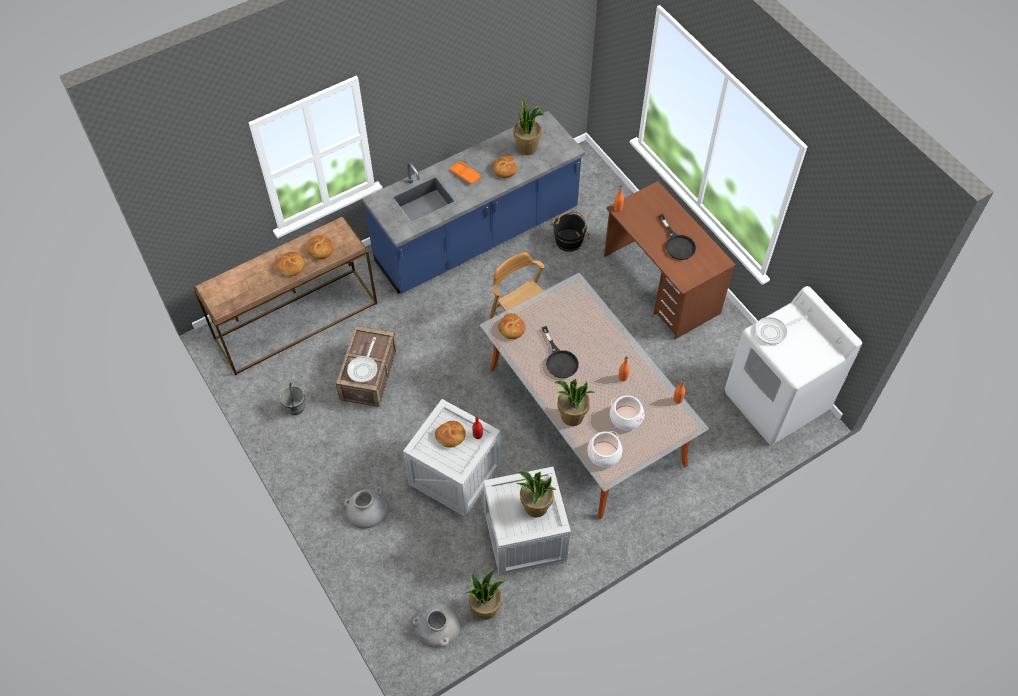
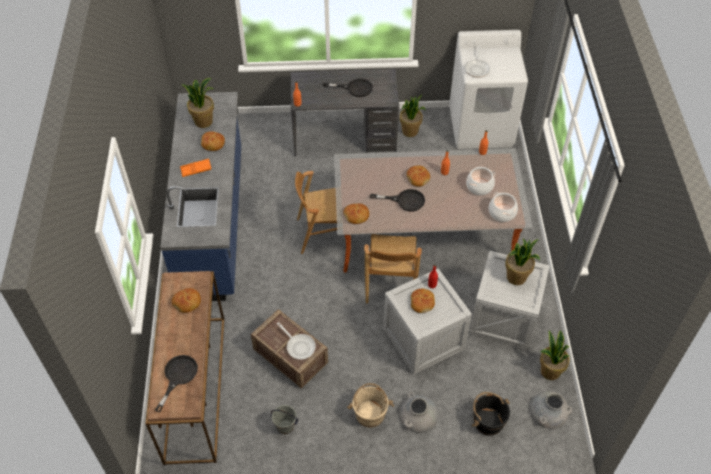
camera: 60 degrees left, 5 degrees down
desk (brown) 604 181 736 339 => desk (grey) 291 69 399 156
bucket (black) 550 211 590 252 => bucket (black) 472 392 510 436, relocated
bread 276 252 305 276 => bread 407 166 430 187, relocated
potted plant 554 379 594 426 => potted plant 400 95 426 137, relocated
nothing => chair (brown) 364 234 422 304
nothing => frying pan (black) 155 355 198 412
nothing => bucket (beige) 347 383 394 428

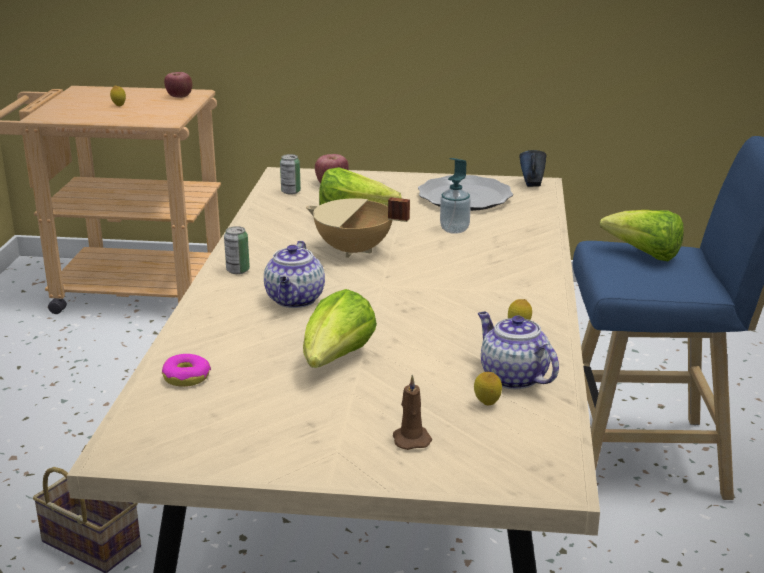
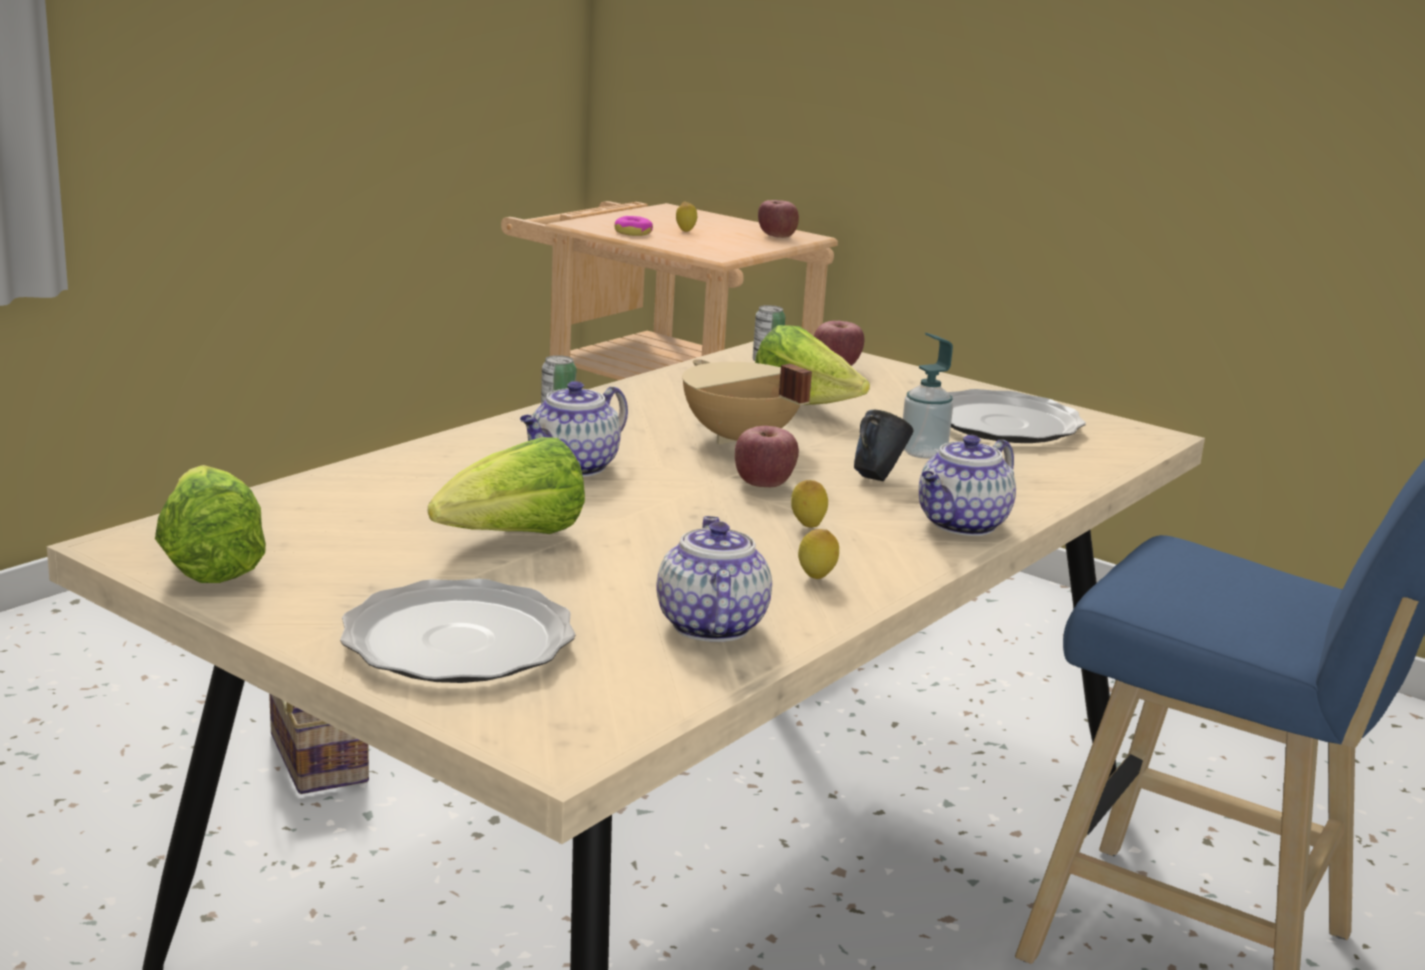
camera: 30 degrees right, 5 degrees down
mug (blue) 519 150 546 187 => mug (blue) 854 409 914 481, relocated
lettuce 600 210 684 261 => lettuce 155 465 266 583, relocated
donut 162 354 211 387 => donut 614 216 653 236, relocated
lemon 474 372 502 405 => lemon 791 480 828 528, relocated
candle (brown) 393 374 432 450 => plate 340 579 576 683
nothing => apple 735 426 799 487
nothing => teapot 919 435 1016 536

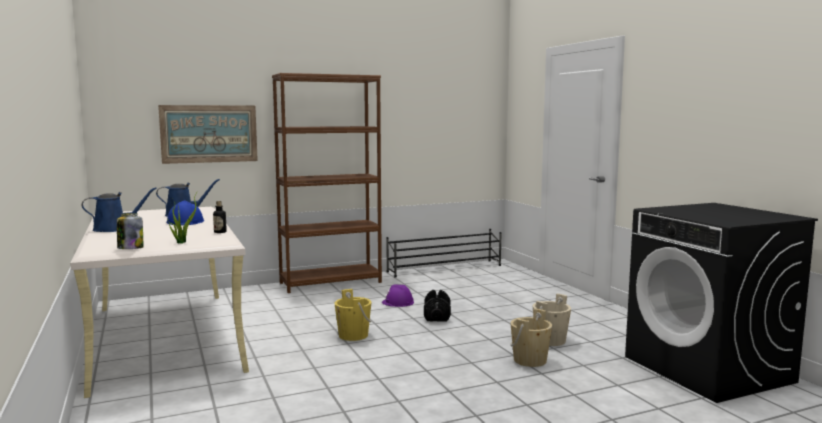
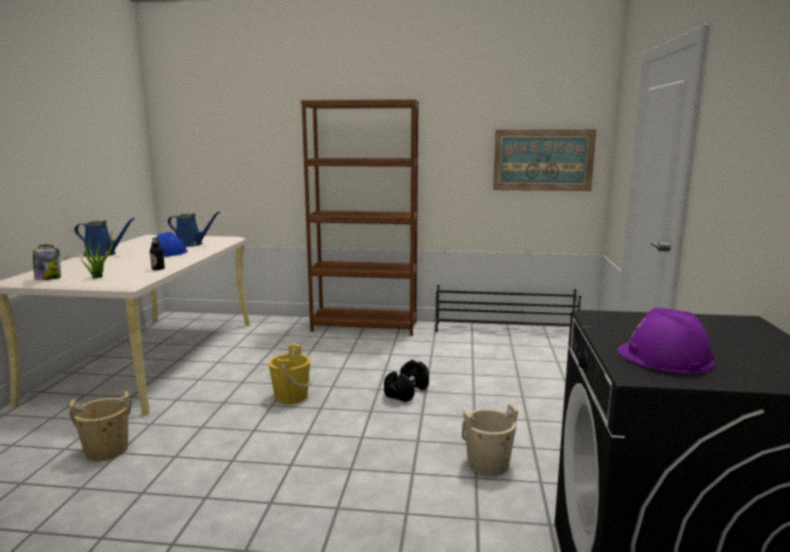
camera: 30 degrees right, 5 degrees up
picture 158 105 258 164 => picture 493 130 596 191, relocated
hard hat (purple) 382 285 414 307 => hard hat (purple) 617 307 715 374, relocated
bucket (beige) 510 308 552 367 => bucket (beige) 69 391 132 461, relocated

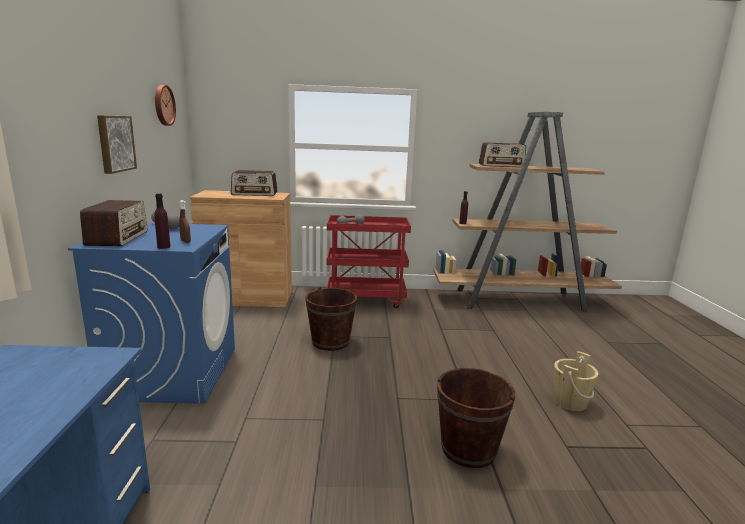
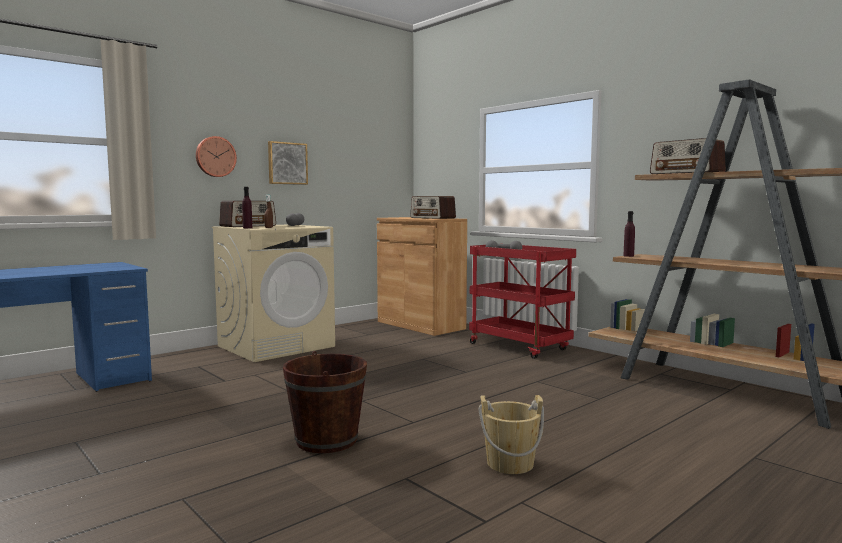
camera: 50 degrees right, 10 degrees down
wall clock 155 85 176 126 => wall clock 196 136 237 177, relocated
washing machine (blue) 68 223 235 404 => washing machine (beige) 212 225 335 362
bucket (brown) 305 287 357 351 => nothing

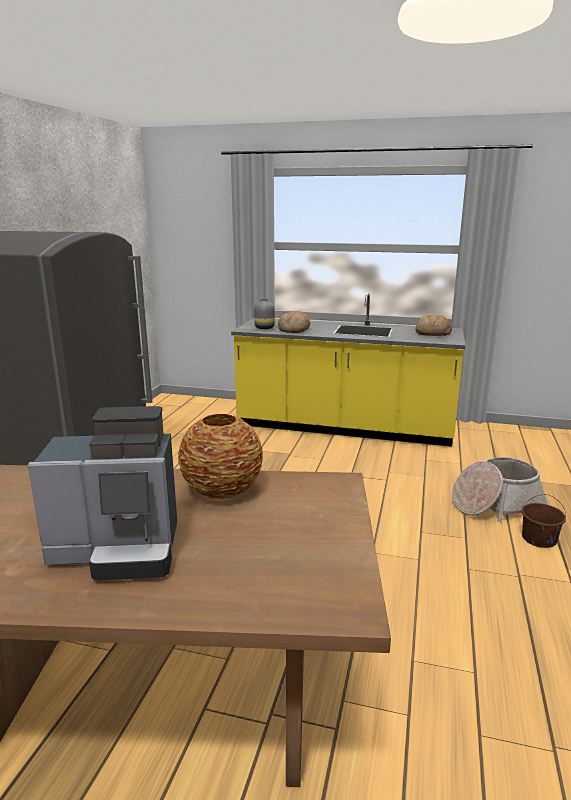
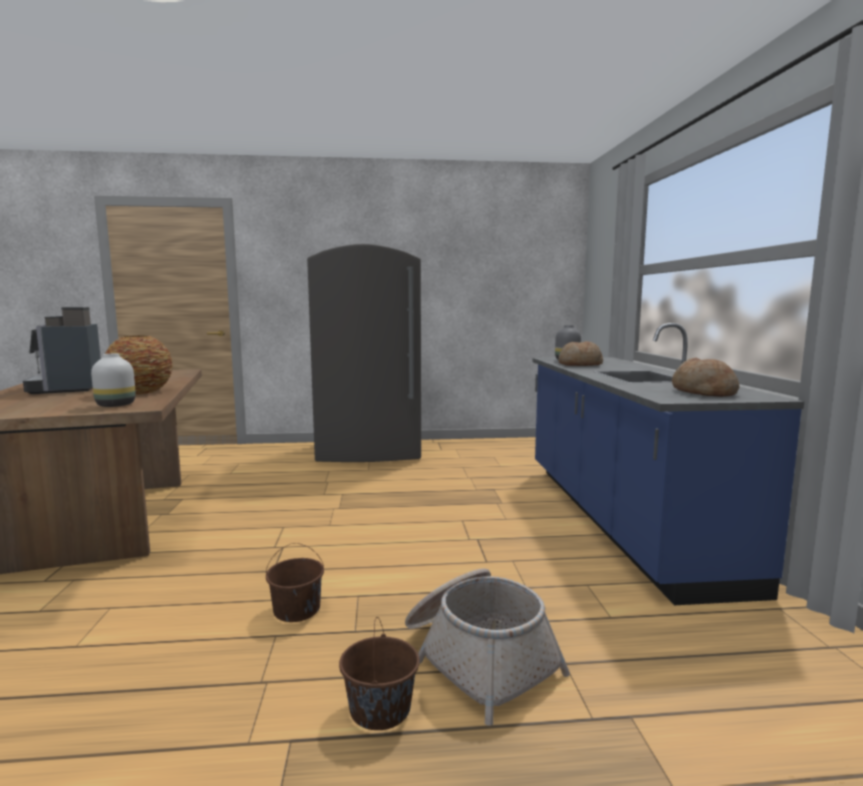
camera: 70 degrees right, 10 degrees down
counter (yellow) 231 292 465 447 => counter (blue) 532 323 804 605
nothing => vase (white) 91 354 136 407
nothing => bucket (brown) 266 543 324 622

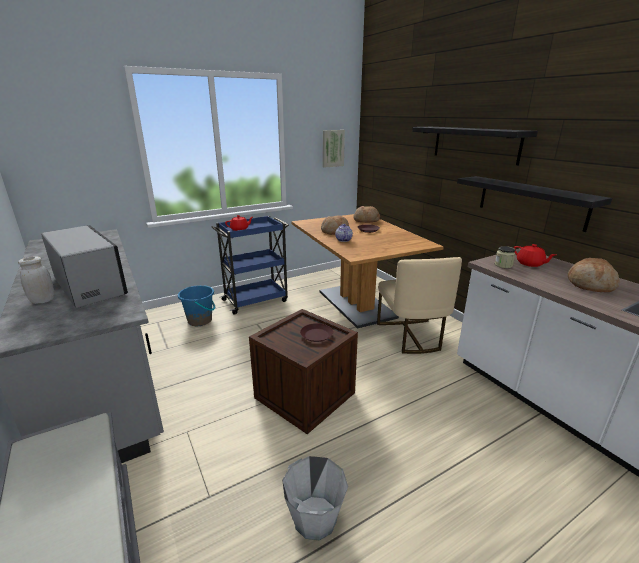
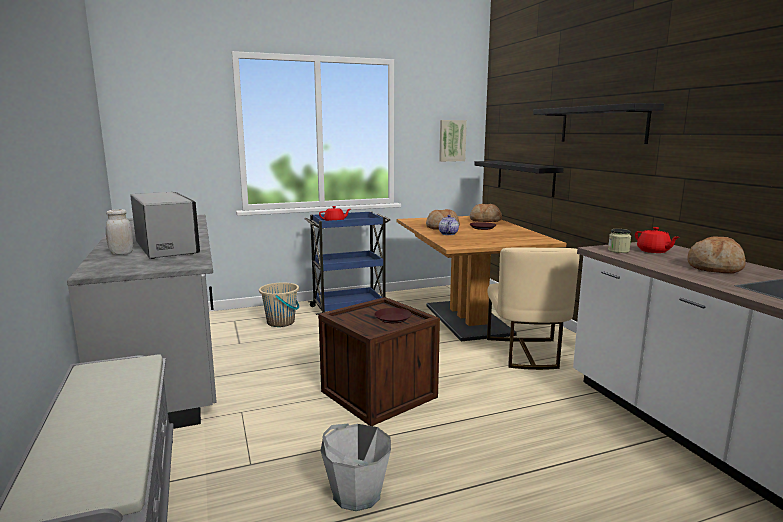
camera: 10 degrees right, 10 degrees down
shelf (black) 457 176 612 232 => shelf (black) 474 161 564 197, relocated
bucket (blue) 178 285 215 326 => bucket (beige) 259 282 299 327

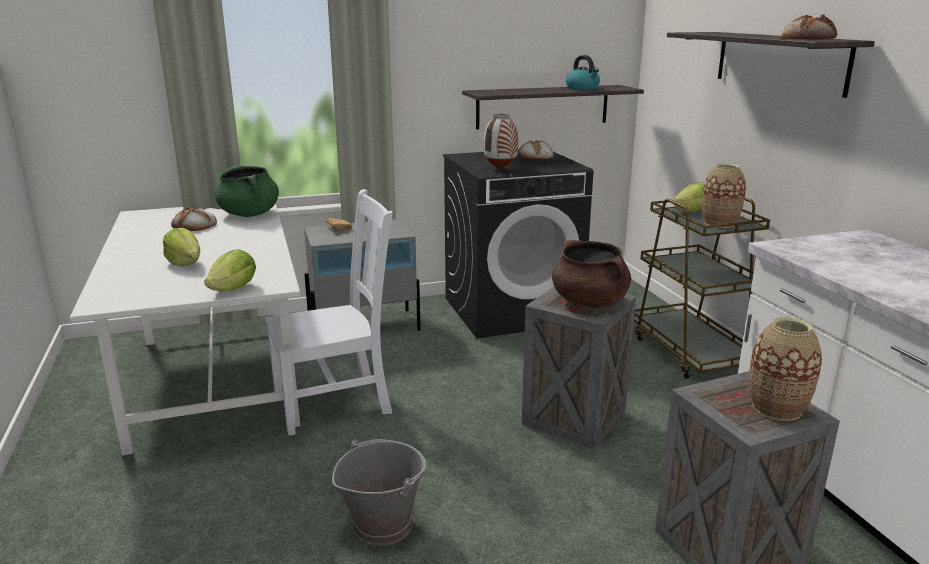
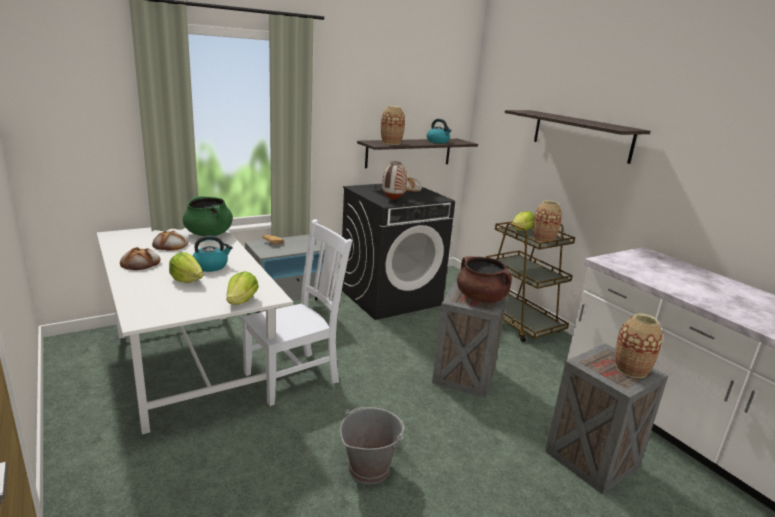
camera: 15 degrees left, 0 degrees up
bread 781 14 838 40 => bread 120 247 160 270, relocated
nothing => vase 381 106 405 145
nothing => kettle 193 235 233 272

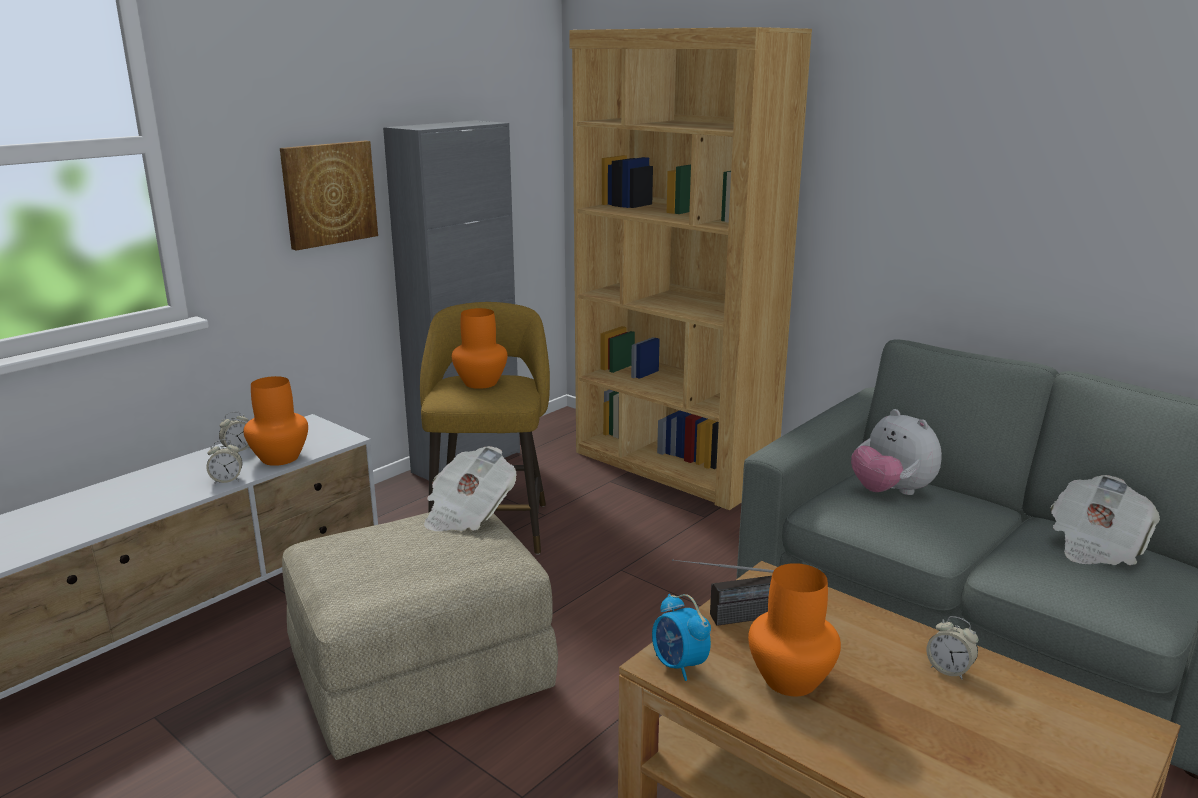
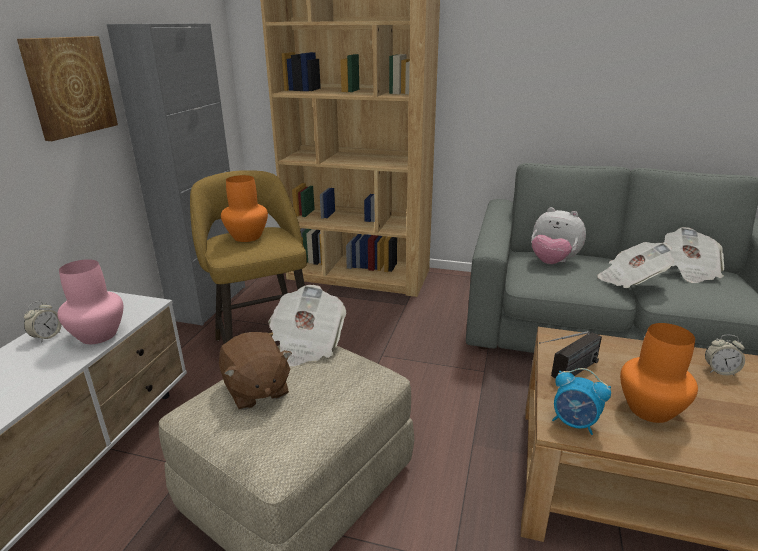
camera: 25 degrees left, 5 degrees up
vase (orange) 243 376 308 466 => vase (pink) 57 259 123 344
alarm clock 206 439 242 484 => nothing
nothing => newspaper 597 242 674 288
nothing => plush toy (brown) 219 332 292 410

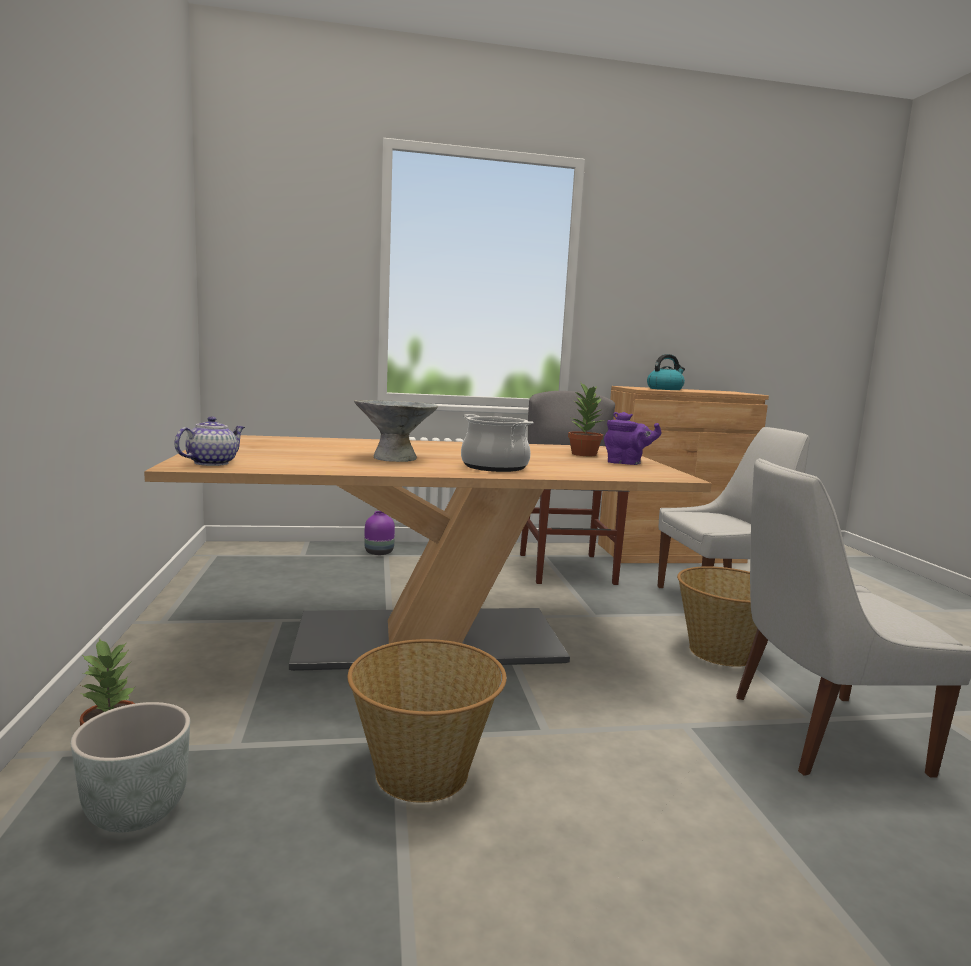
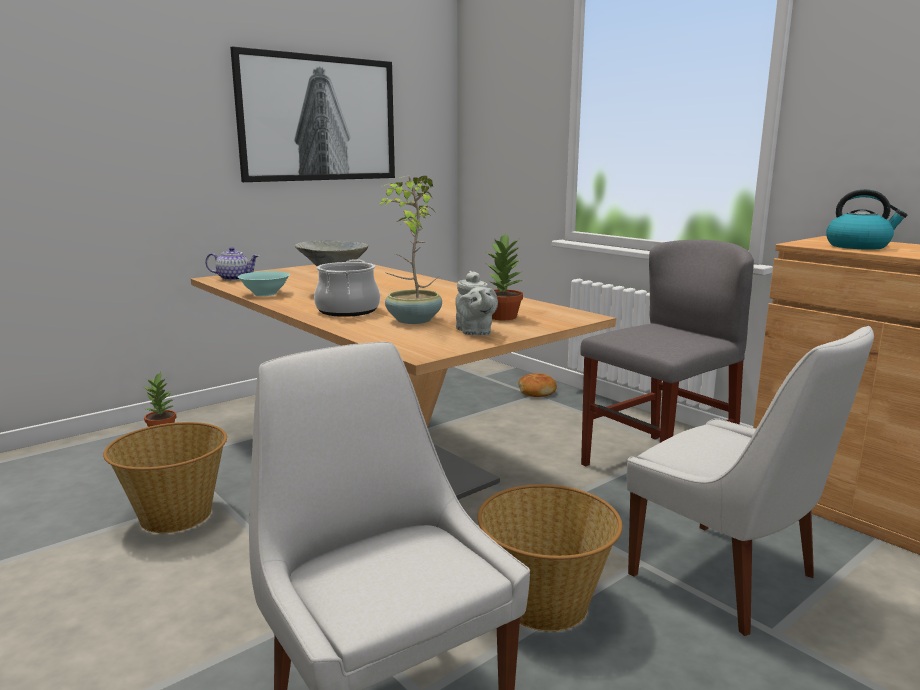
camera: 60 degrees right, 5 degrees up
teapot (purple) 604 412 661 465 => teapot (grey) 455 271 498 335
vase (purple) 364 511 395 555 => bread 518 373 557 397
planter (grey) 71 702 190 833 => nothing
nothing => picture 230 46 395 182
nothing => potted plant 380 176 442 324
nothing => bowl (turquoise) 238 271 290 296

